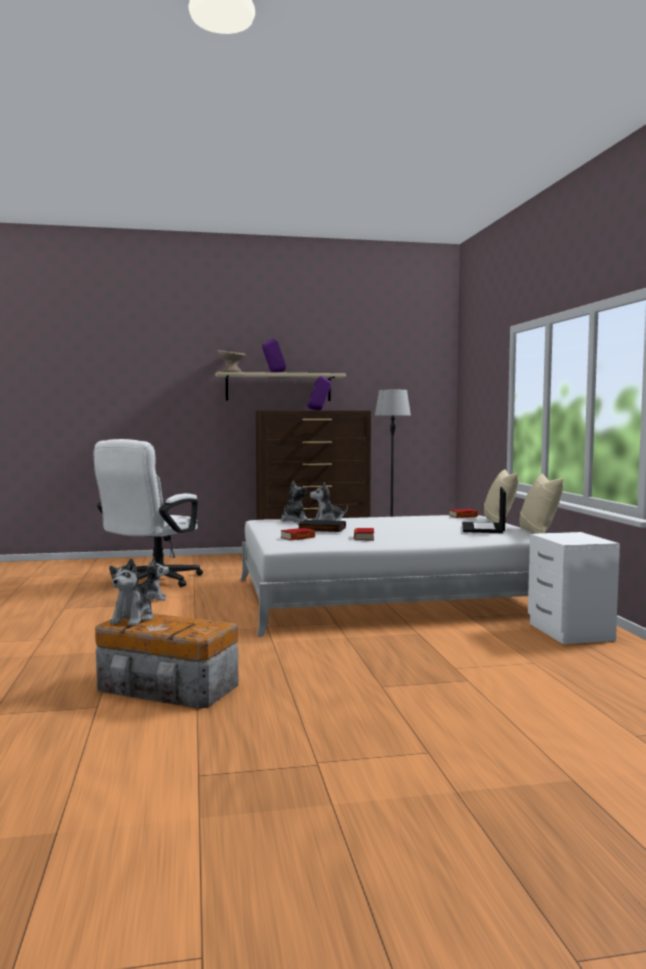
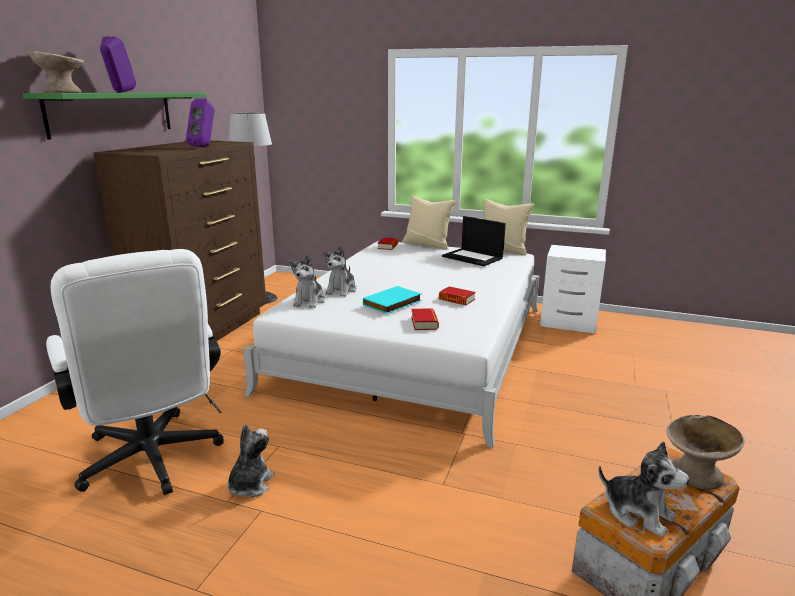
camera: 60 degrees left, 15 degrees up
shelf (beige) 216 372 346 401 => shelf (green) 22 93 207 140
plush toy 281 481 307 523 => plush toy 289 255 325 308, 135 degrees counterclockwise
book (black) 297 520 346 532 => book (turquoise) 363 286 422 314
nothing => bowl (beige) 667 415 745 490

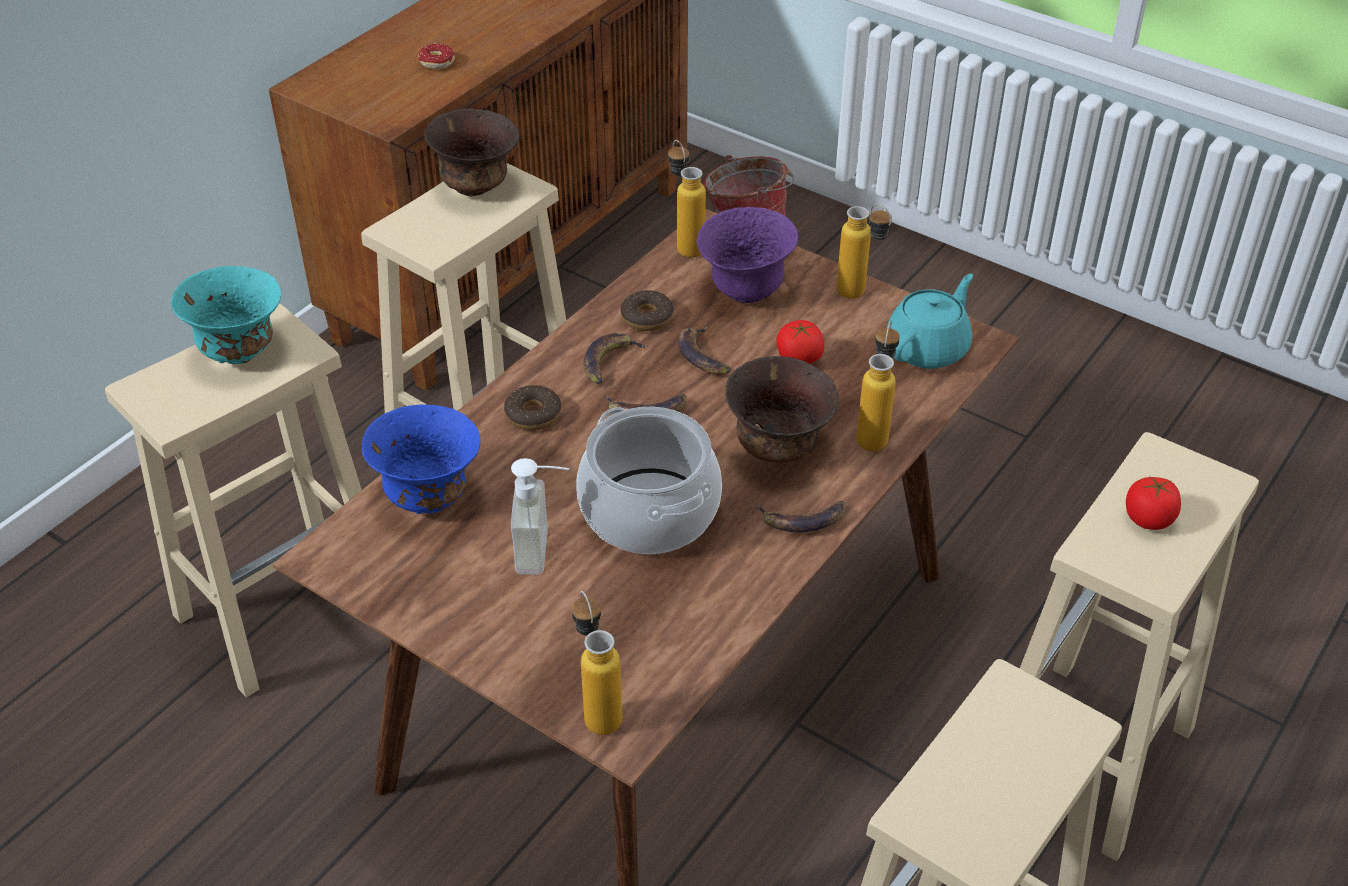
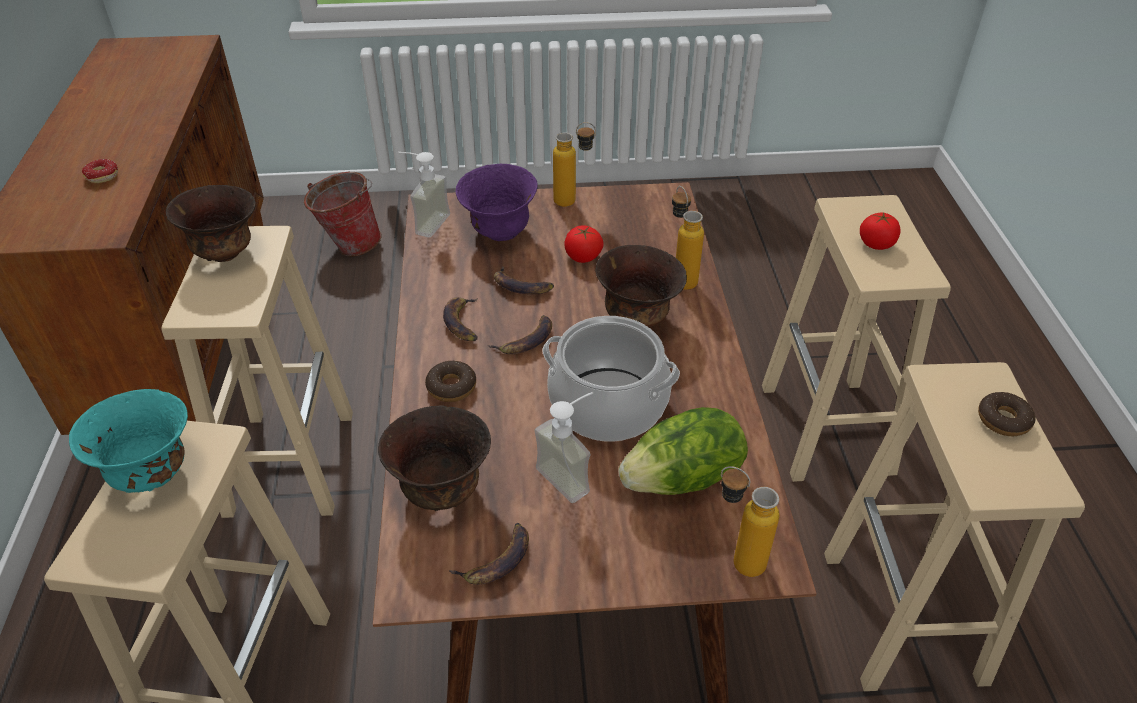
camera: 40 degrees left, 0 degrees up
bottle 668 140 706 258 => soap dispenser 399 152 450 237
teapot (turquoise) 887 274 973 369 => nothing
donut 621 290 674 331 => donut 978 392 1035 436, relocated
bowl (blue) 362 404 480 514 => bowl (brown) 378 405 491 511
banana 757 501 846 532 => banana 449 523 529 585, relocated
nothing => lettuce 618 407 748 495

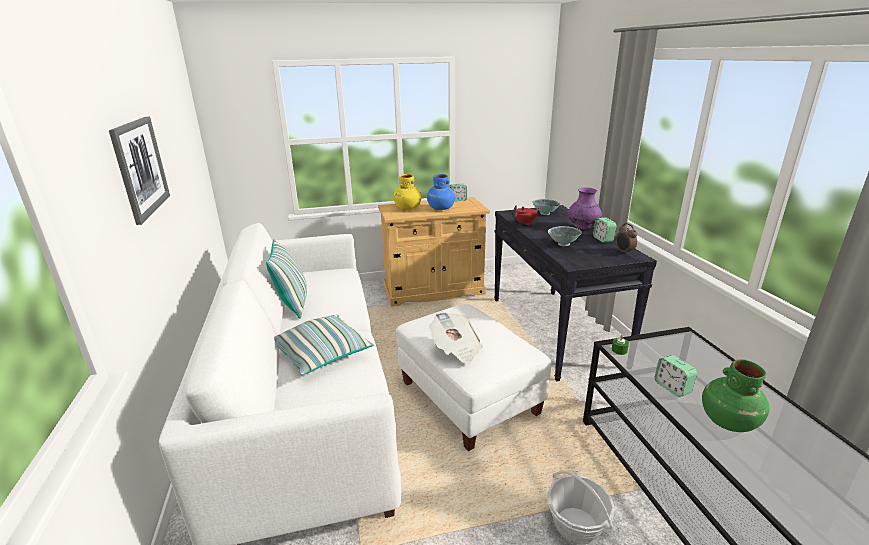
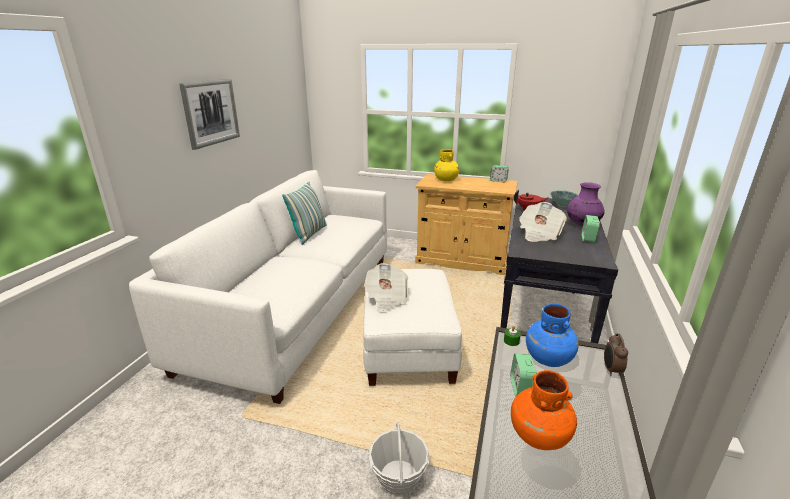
camera: 30 degrees right, 0 degrees up
vase (blue) 427 174 455 210 => vase (blue) 526 304 579 367, relocated
alarm clock 615 223 637 255 => alarm clock 604 333 628 376, relocated
bowl 548 226 582 246 => newspaper 519 202 567 242
pillow 274 315 374 375 => nothing
vase (green) 702 359 770 432 => vase (orange) 511 370 577 450

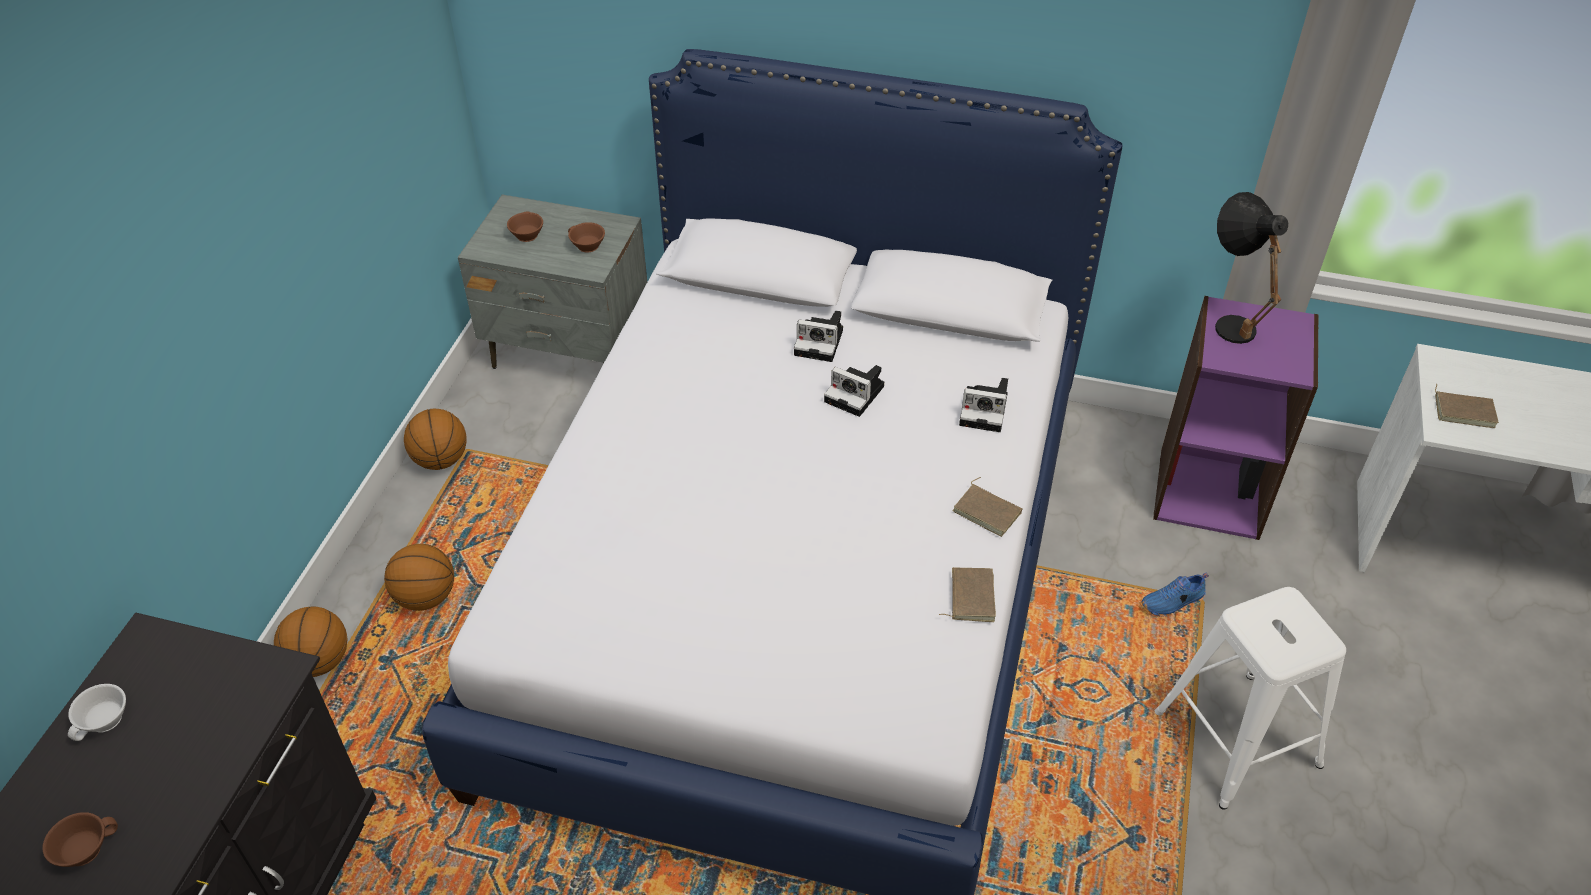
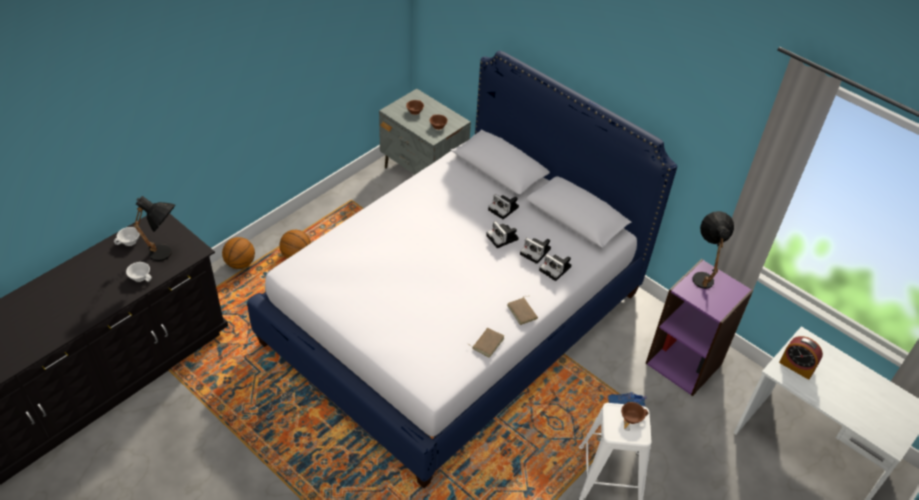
camera: 25 degrees right, 0 degrees up
book (brown) 1435 384 1499 428 => alarm clock 779 336 823 380
basketball 404 409 467 470 => nothing
cup (brown) 42 812 118 867 => cup (brown) 621 402 648 424, relocated
nothing => table lamp (black) 133 196 175 261
nothing => photo camera 520 238 551 264
nothing => cup (white) 126 262 152 282

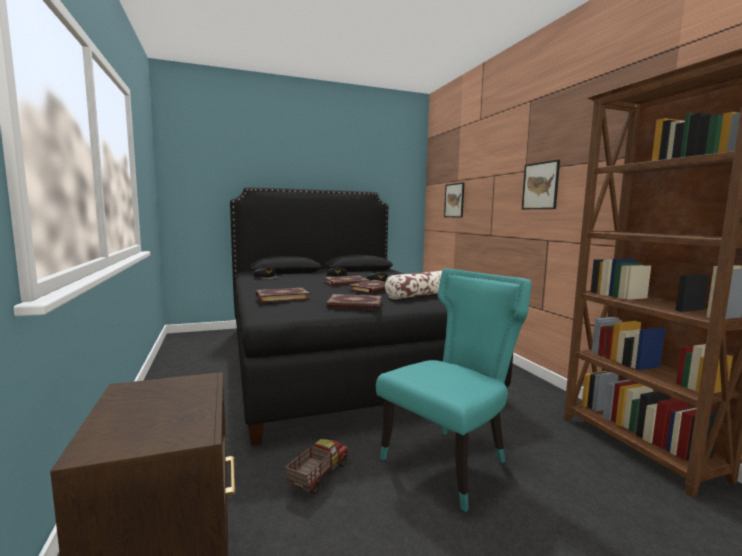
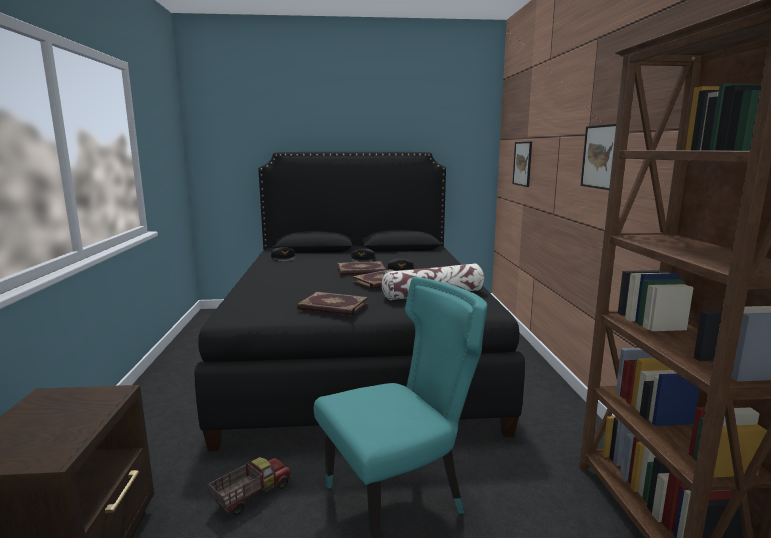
camera: 15 degrees right, 5 degrees up
book 256 288 310 302 => nothing

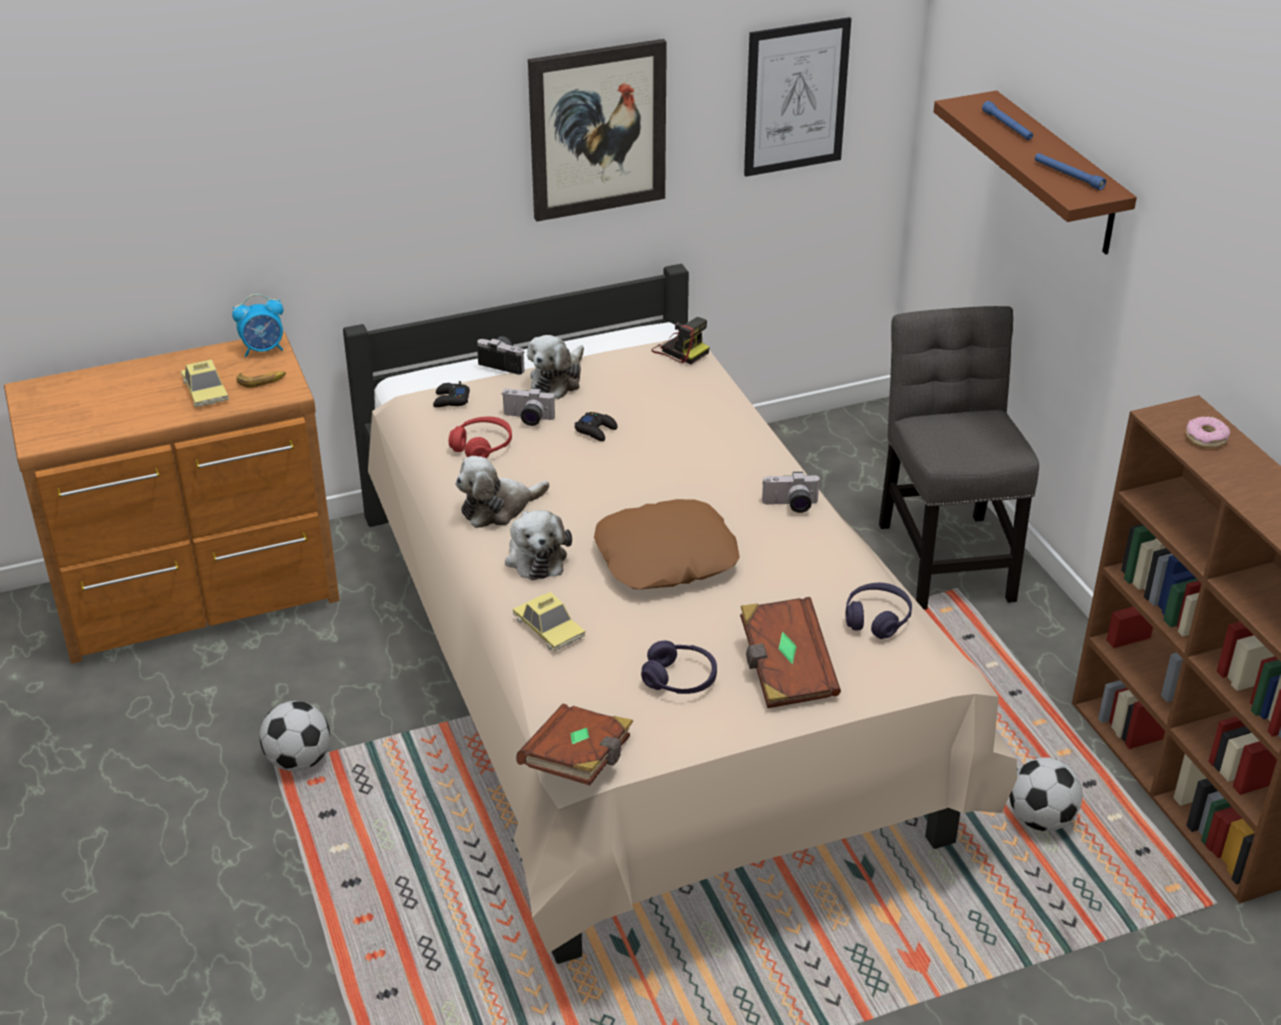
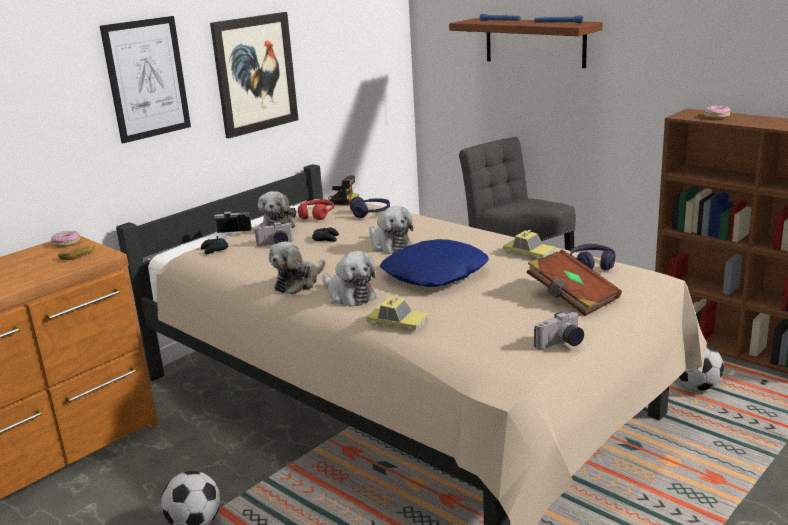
camera: 25 degrees left, 15 degrees down
picture 744 17 851 177 => picture 100 16 191 143, relocated
alarm clock 232 294 283 357 => donut 51 231 80 247
toy car 181 359 229 407 => toy car 503 230 556 260, relocated
headphones (red) 449 417 512 458 => headphones (red) 298 199 334 220, relocated
photo camera 762 472 821 513 => photo camera 534 312 584 350, relocated
pillow (brown) 594 499 740 589 => pillow (blue) 380 239 489 287
headphones (purple) 641 641 717 694 => headphones (purple) 350 197 390 218, relocated
book (brown) 516 704 633 785 => nothing
nothing => plush toy 369 206 413 254

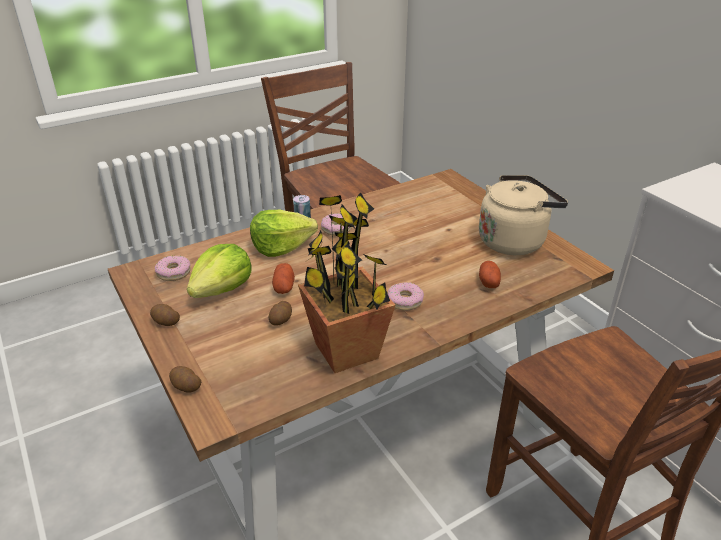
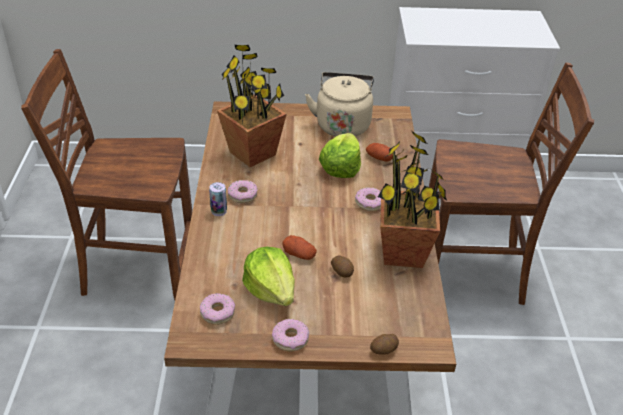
camera: 60 degrees left, 5 degrees up
lettuce 250 210 318 257 => lettuce 319 133 361 178, relocated
potato 150 304 180 326 => donut 272 319 309 351
nothing => potted plant 217 45 287 167

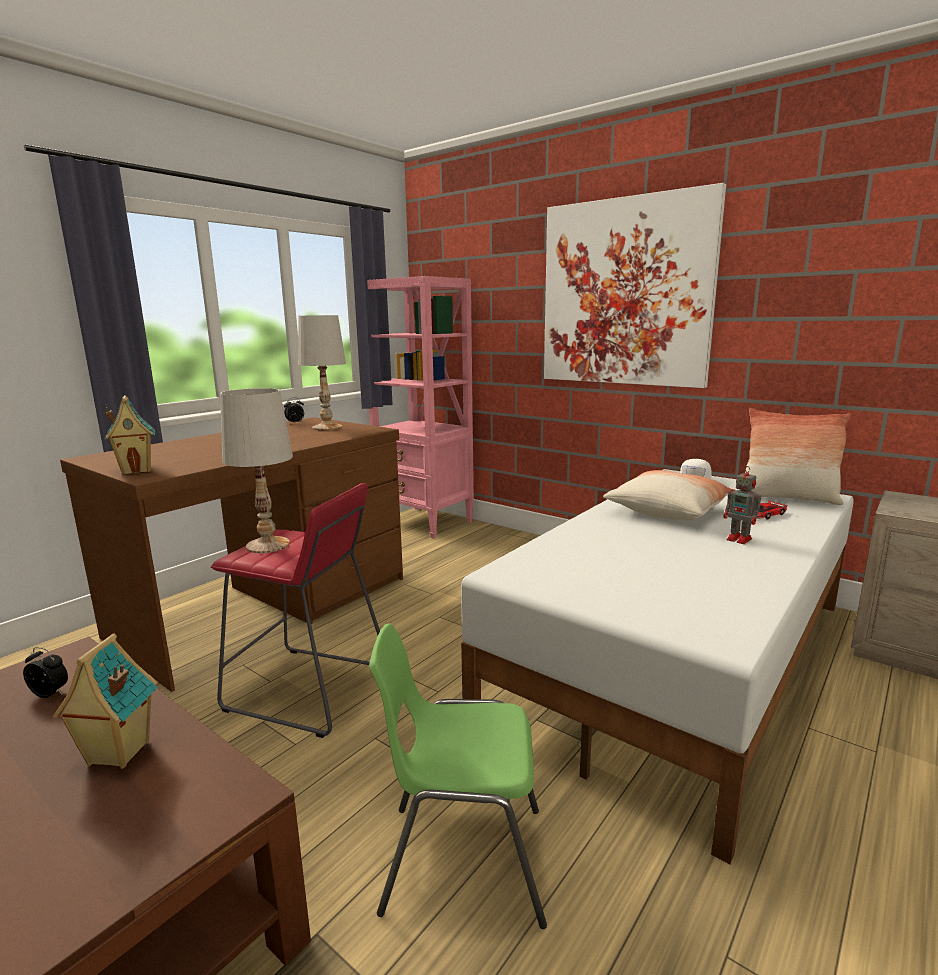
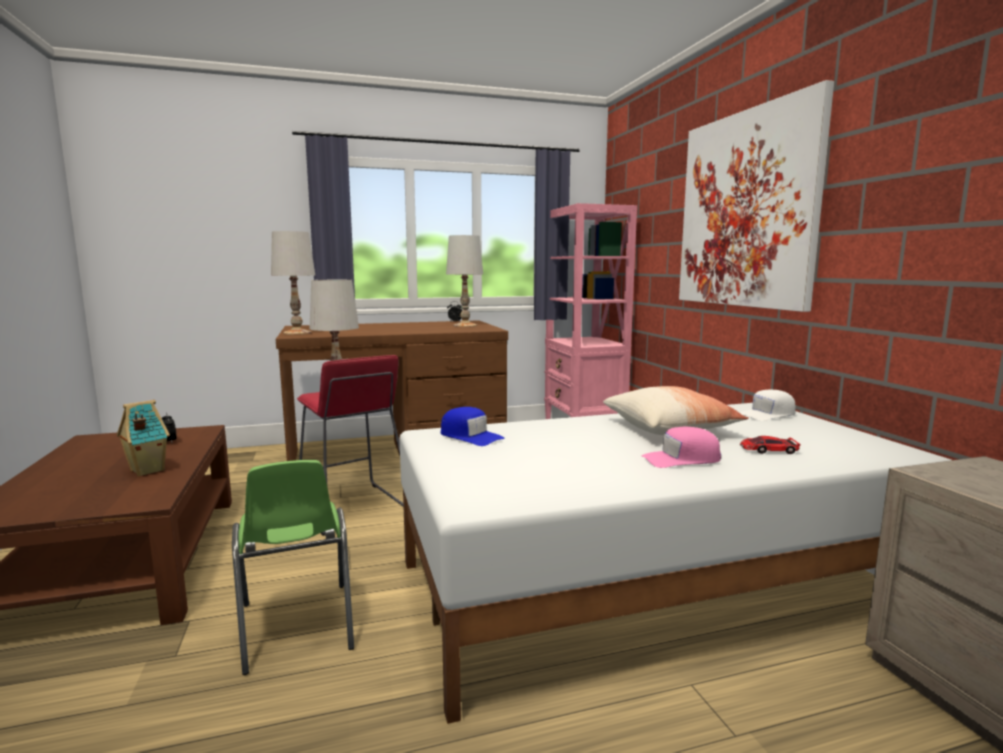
camera: 35 degrees right, 5 degrees down
toy house 105 395 155 475 => table lamp (white) 271 231 315 335
pillow 745 408 851 505 => nothing
toy robot 723 466 764 544 => cap (pink) 642 427 721 468
chair (green) 369 623 547 929 => chair (green) 232 460 354 675, 150 degrees counterclockwise
nothing => cap (blue) 441 407 504 446

